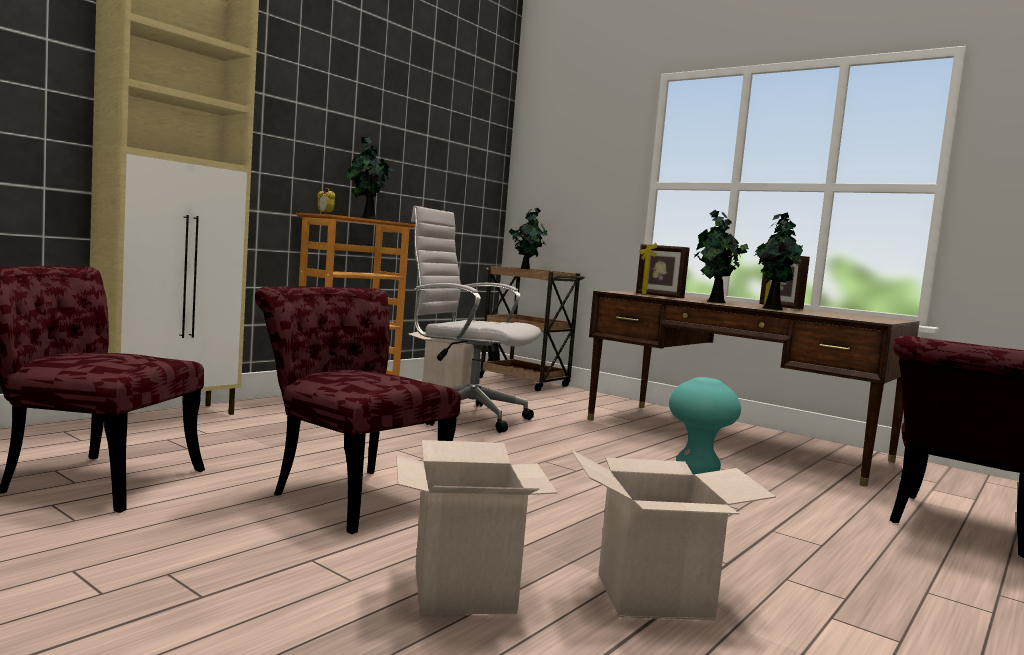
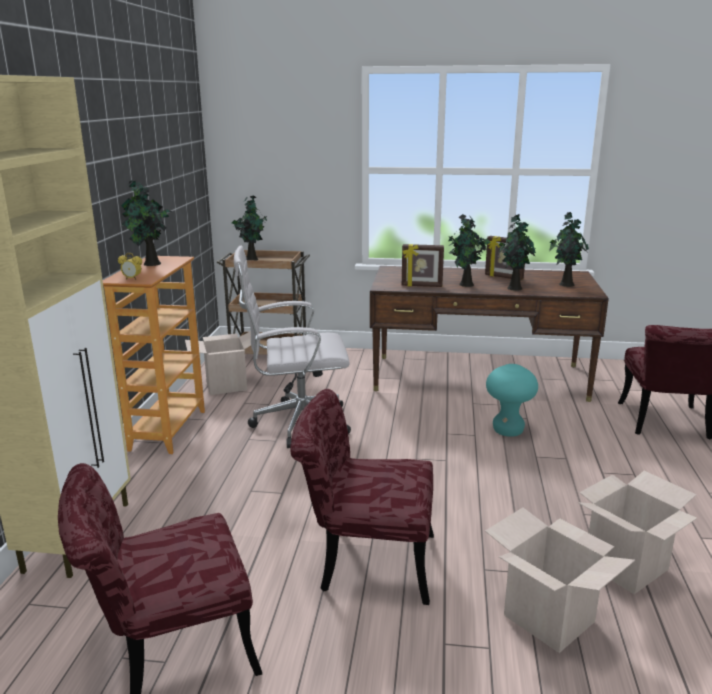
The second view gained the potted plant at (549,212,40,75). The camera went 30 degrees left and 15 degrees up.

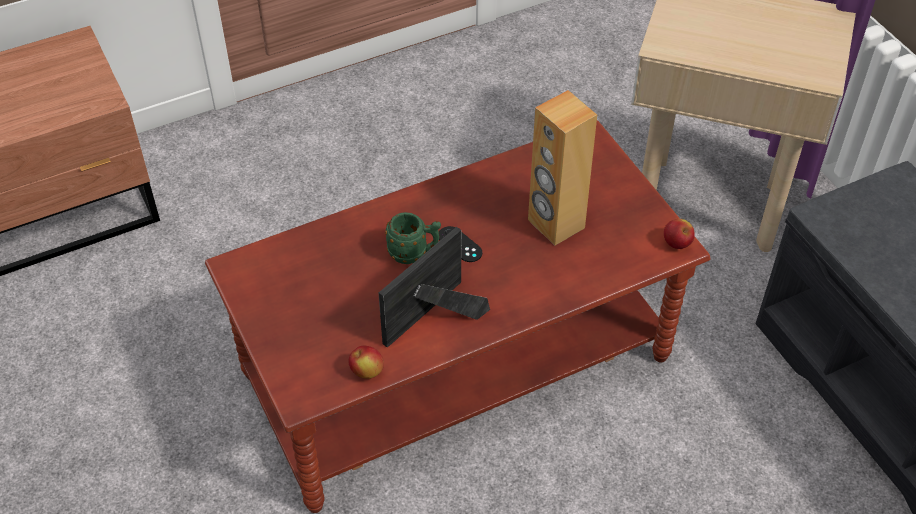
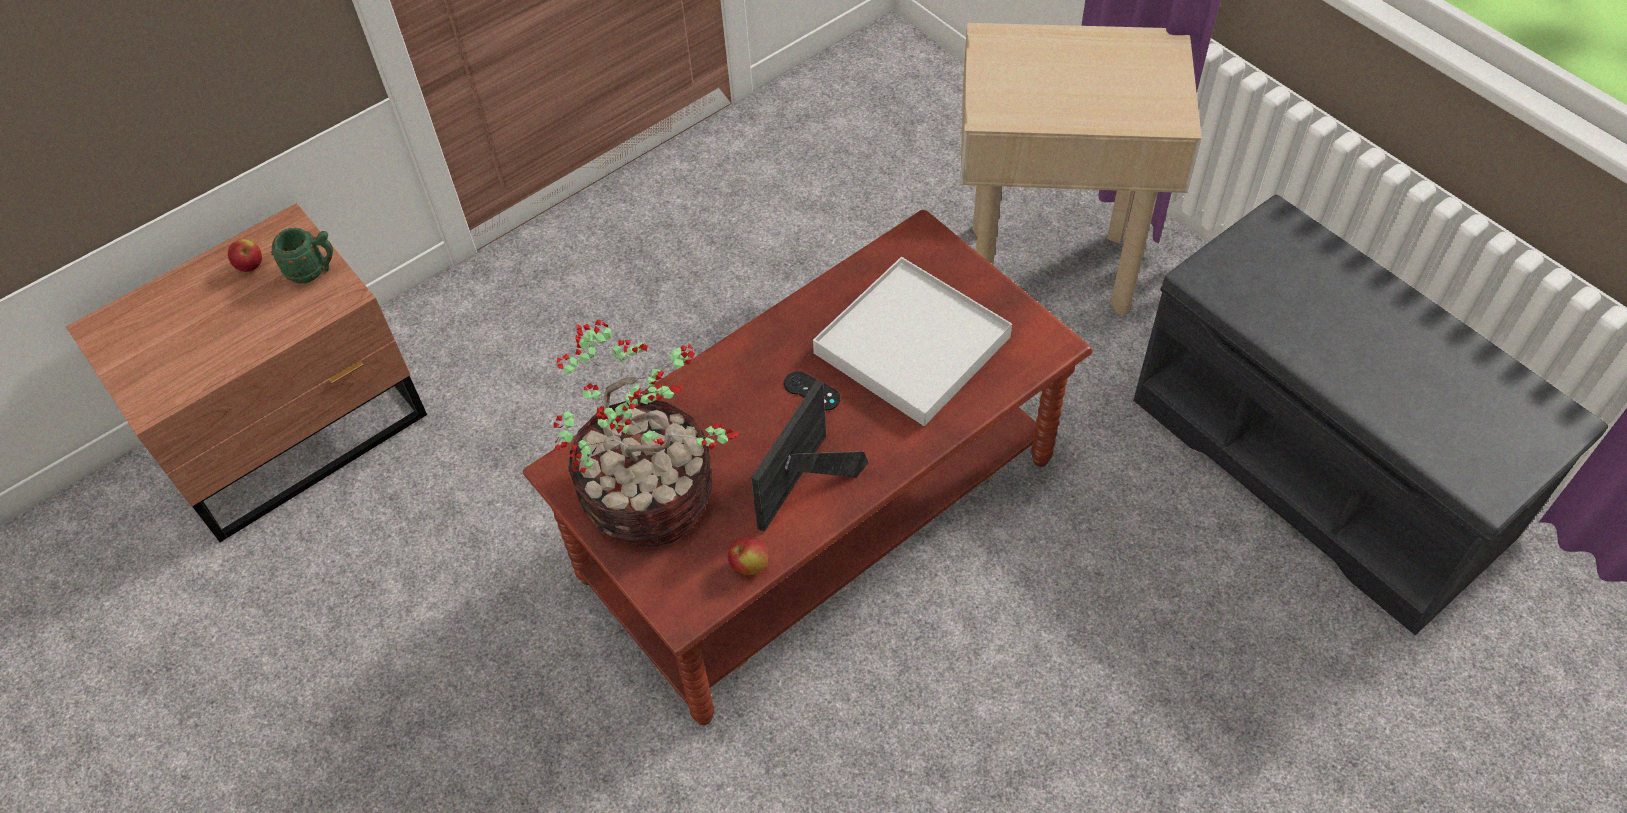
The second view gained the potted plant at (554,319,185,228). The green mug ended up elsewhere, having gone from (385,212,56,52) to (271,228,62,56). The apple ended up elsewhere, having gone from (664,219,31,30) to (228,239,34,33). Where the brown speaker stood at (528,90,69,156), the white tray came to stand at (813,257,199,169). The camera went 10 degrees left and 5 degrees up.

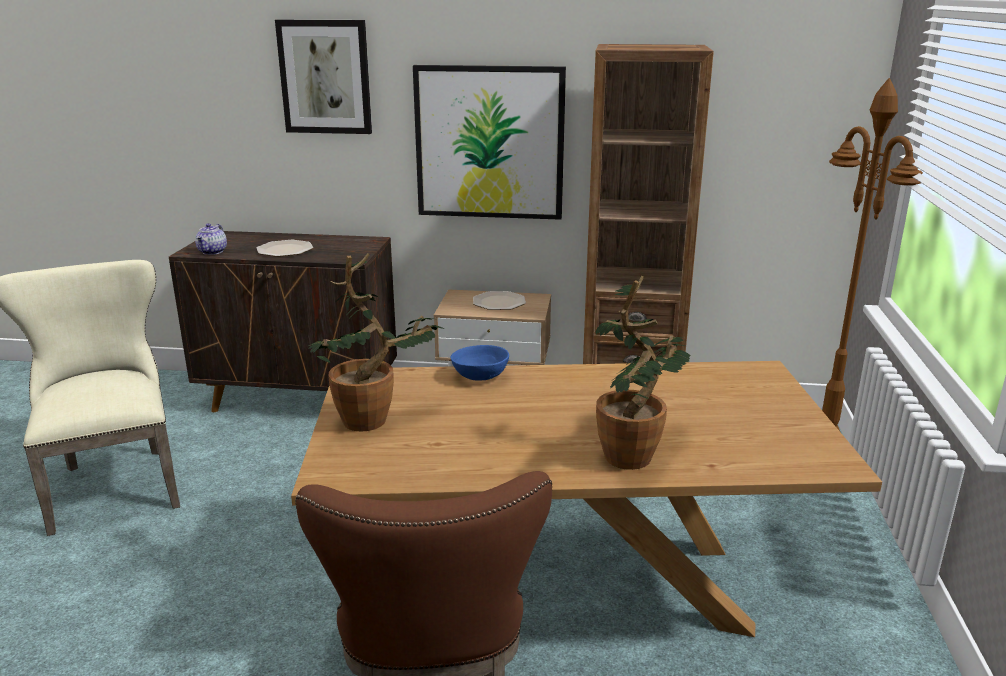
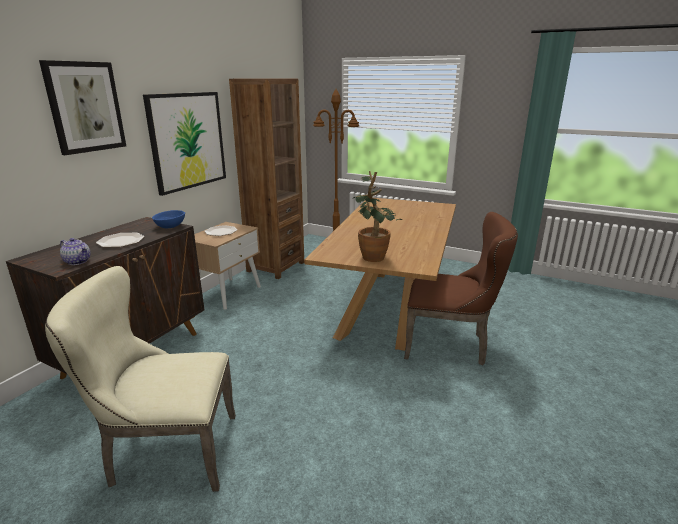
The second view lost the potted plant at (595,276,95,194). The blue bowl ended up elsewhere, having gone from (450,345,59,35) to (152,210,33,18). The camera went 70 degrees left and 0 degrees up.

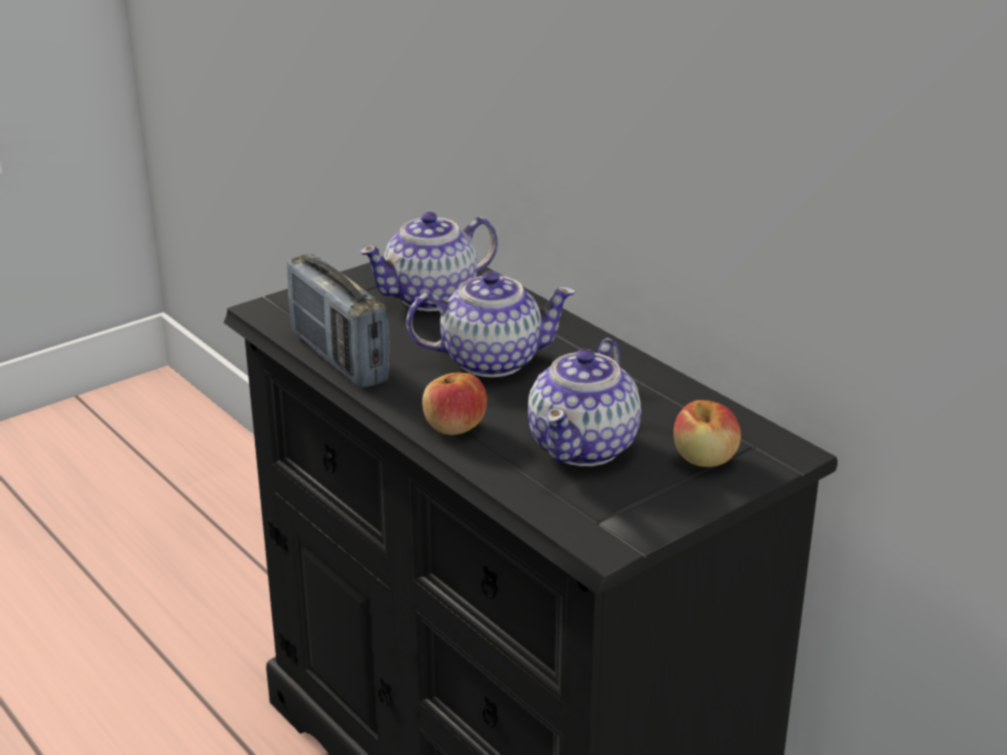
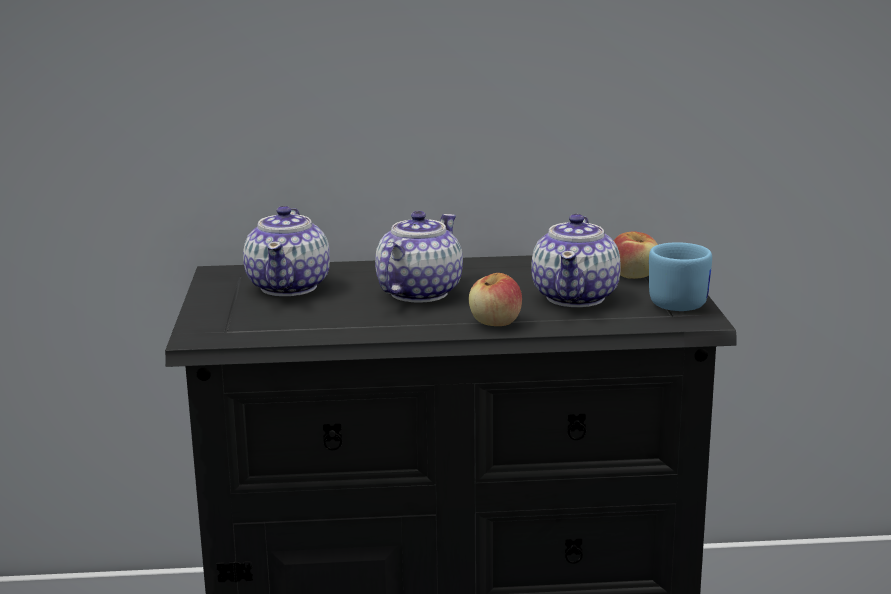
The second view lost the radio at (287,254,103,134). The second view gained the blue mug at (649,242,63,69). The teapot at (528,338,113,128) ended up facing another way, 45 degrees clockwise from before. The camera went 55 degrees left and 10 degrees down.

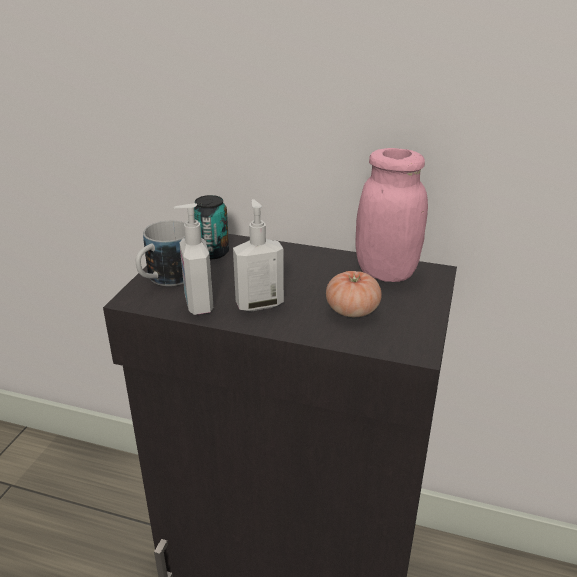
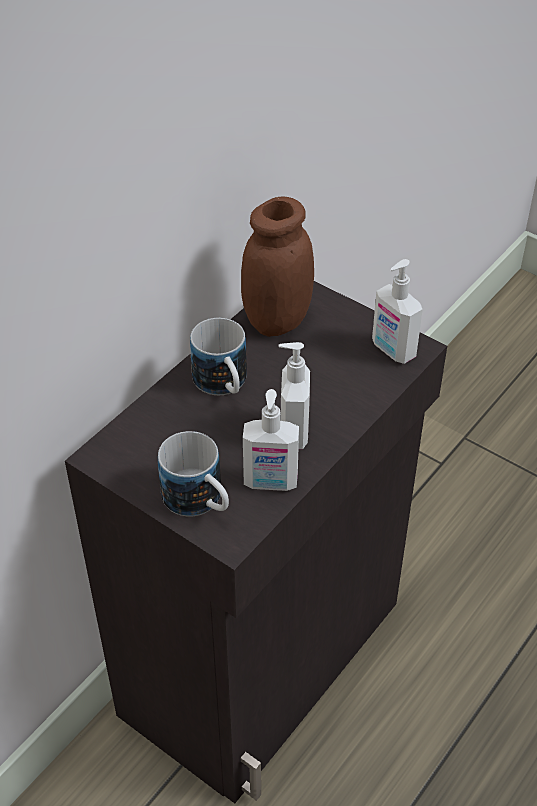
The second view lost the can at (194,195,35,64). The second view lost the tomato at (326,271,56,46). The second view gained the mug at (190,318,57,77). The second view gained the soap dispenser at (372,259,51,105). What was the pink jar at (356,148,72,134) turned into the brown jar at (241,197,73,140). The camera went 70 degrees left and 15 degrees up.

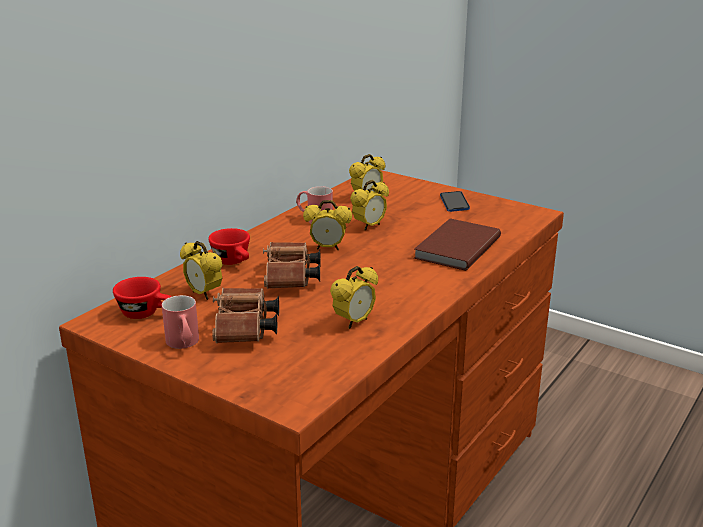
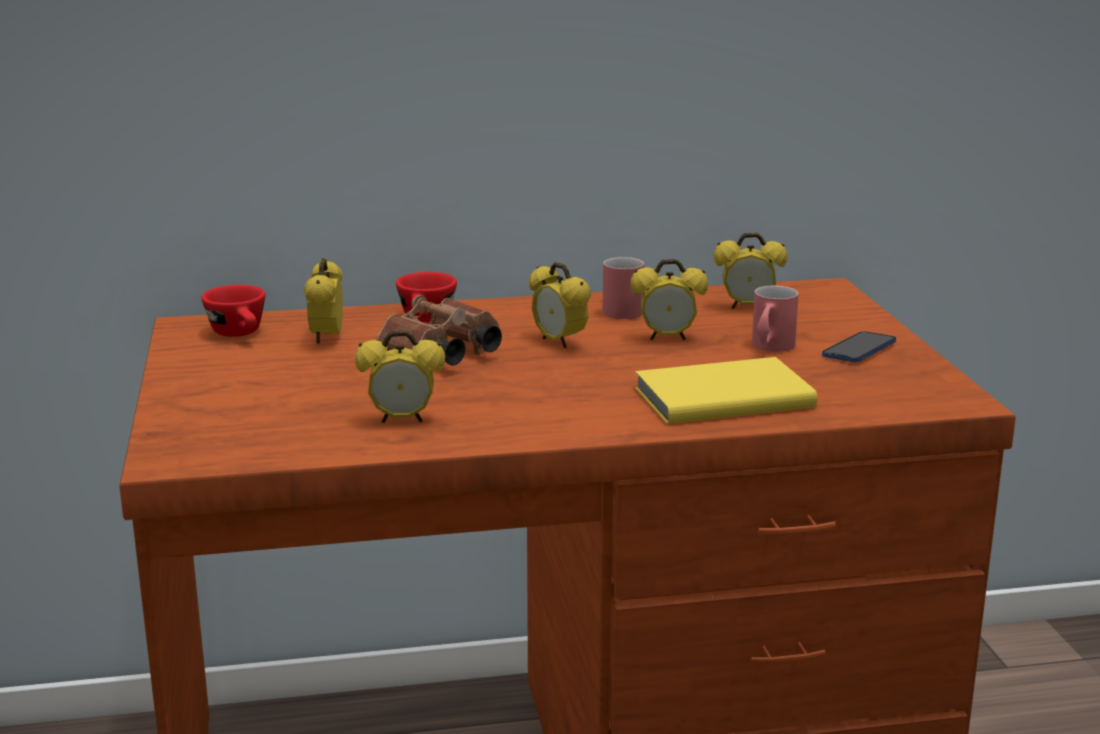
The second view lost the brown binoculars at (212,288,67,55). The red mug ended up elsewhere, having gone from (162,295,37,54) to (752,286,47,66). What was the brown book at (414,218,87,53) turned into the yellow book at (635,357,182,67). The camera went 45 degrees right and 5 degrees down.

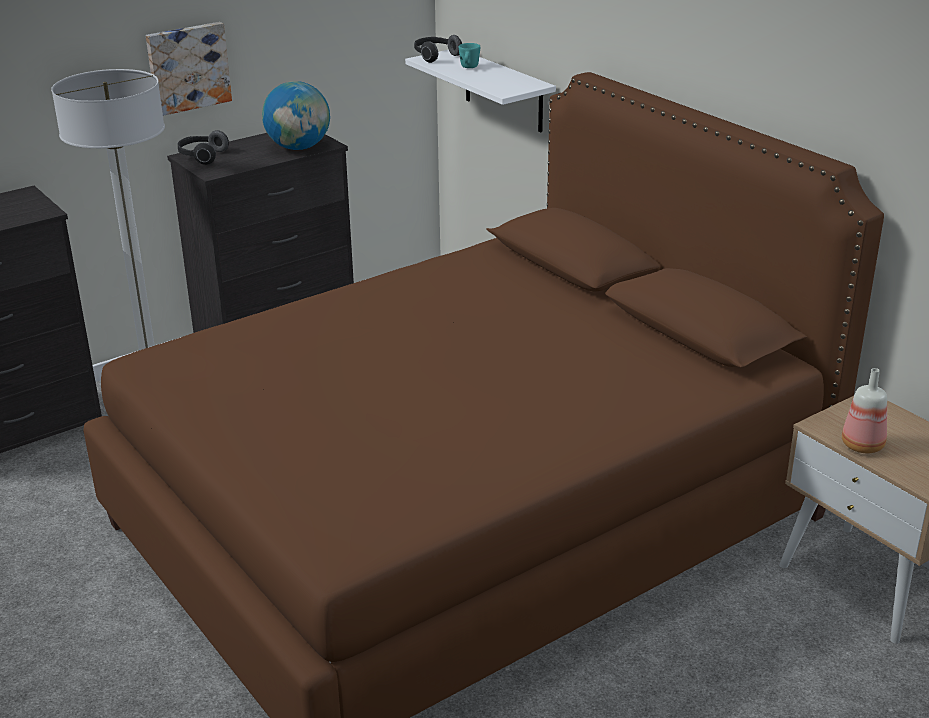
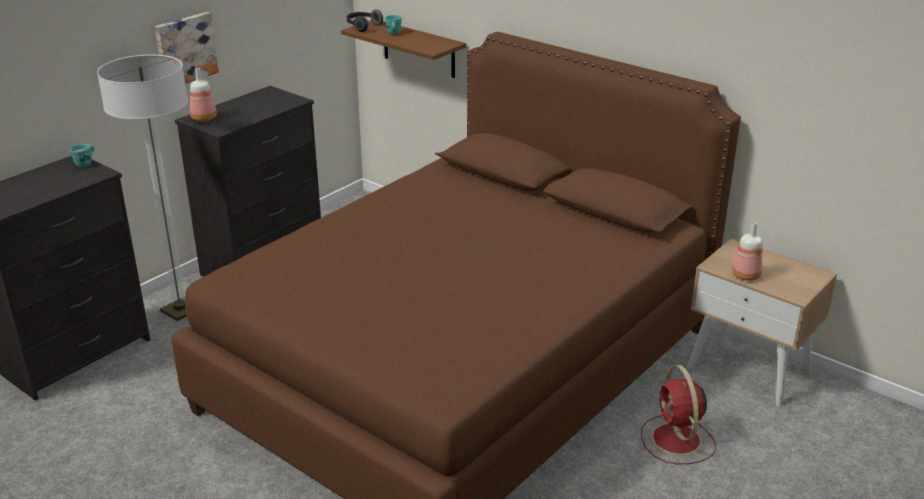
The second view lost the globe at (262,81,68,69). The second view gained the turquoise mug at (70,144,24,23). The second view gained the red fan at (641,365,75,99). Where the headphones stood at (178,130,51,35), the bottle came to stand at (190,68,27,54). What was the white shelf at (405,50,151,82) turned into the brown shelf at (341,20,125,58). The camera went 15 degrees left and 0 degrees up.

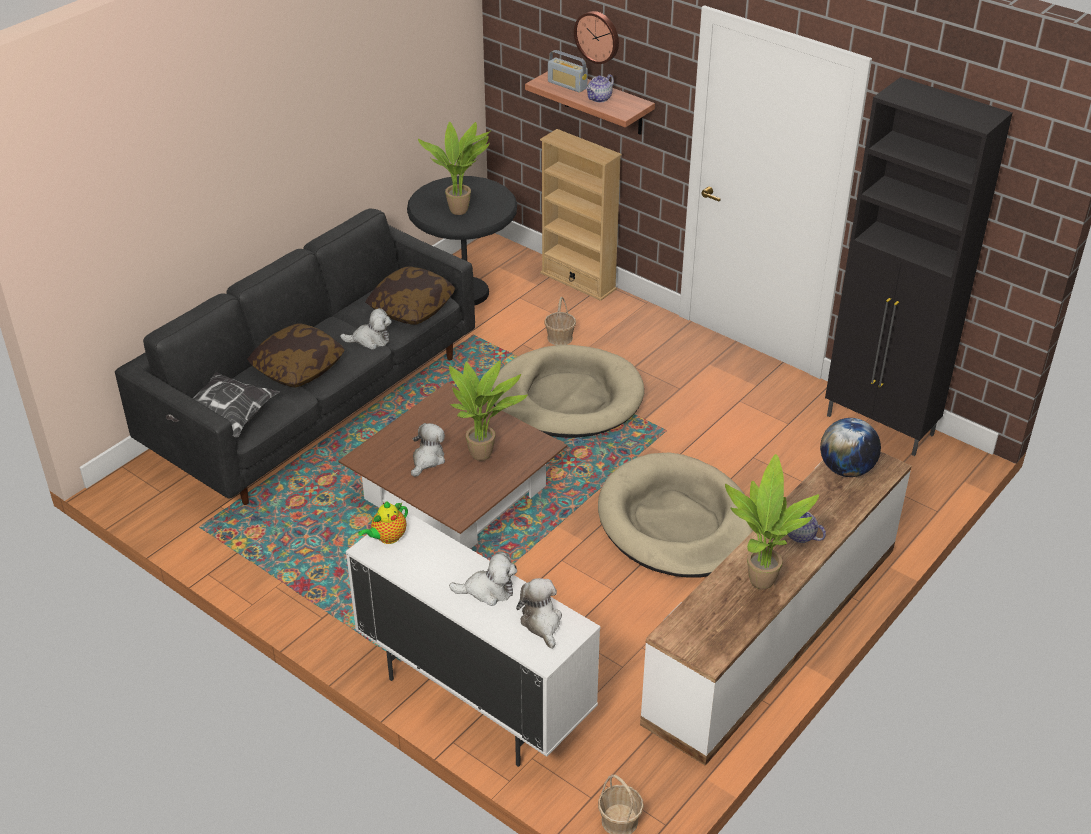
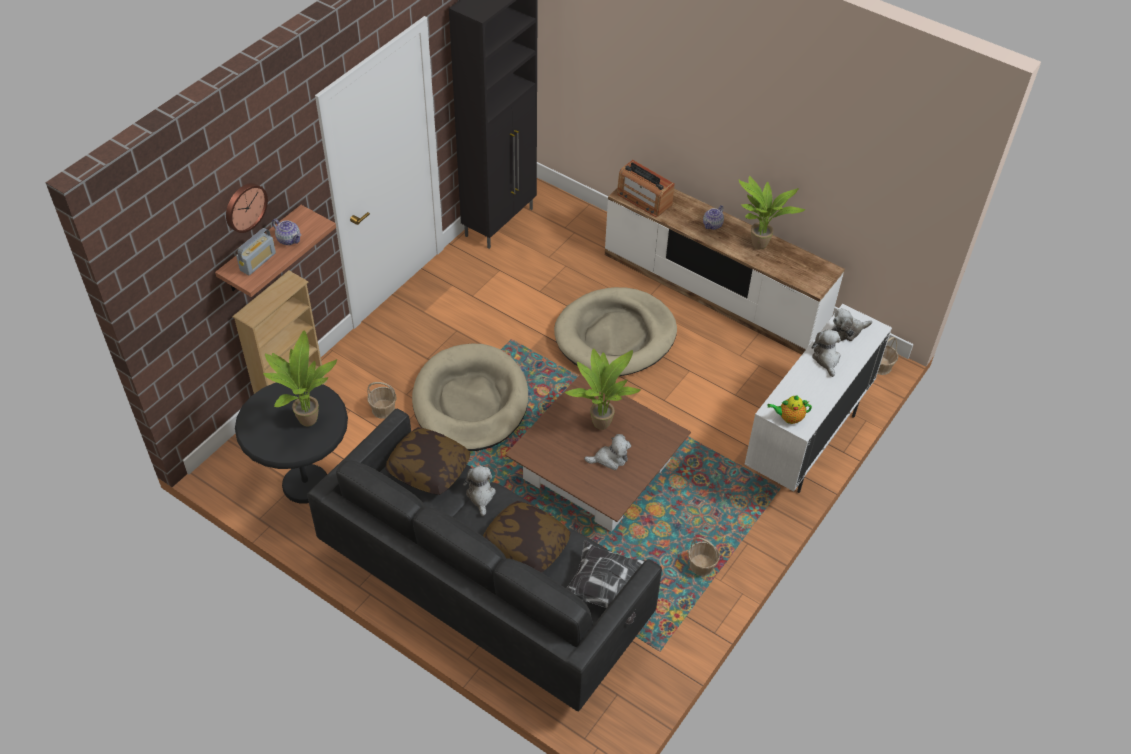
The second view gained the basket at (688,537,32,39). Where the globe stood at (820,418,61,59), the radio came to stand at (617,160,58,57). The teapot at (358,501,50,43) ended up facing another way, 135 degrees clockwise from before. The plush toy at (411,423,34,54) ended up facing another way, 150 degrees clockwise from before. The camera went 95 degrees left and 10 degrees up.

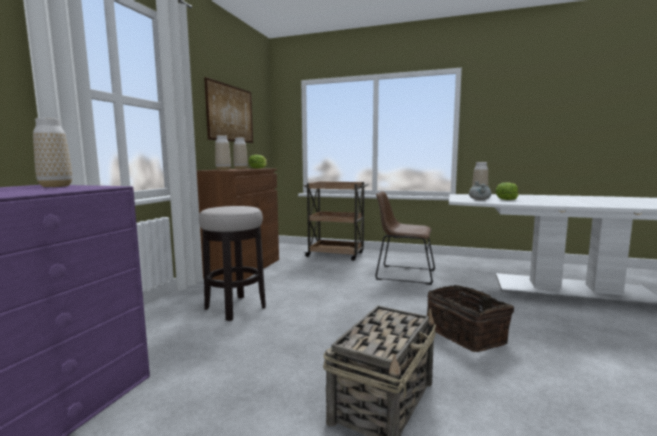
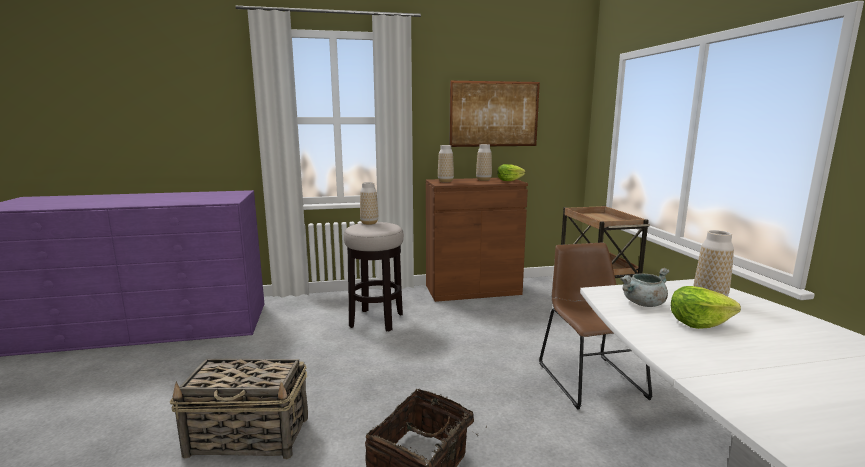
The vase ended up elsewhere, having gone from (33,118,40,69) to (360,182,18,43). The camera went 60 degrees right and 5 degrees up.

